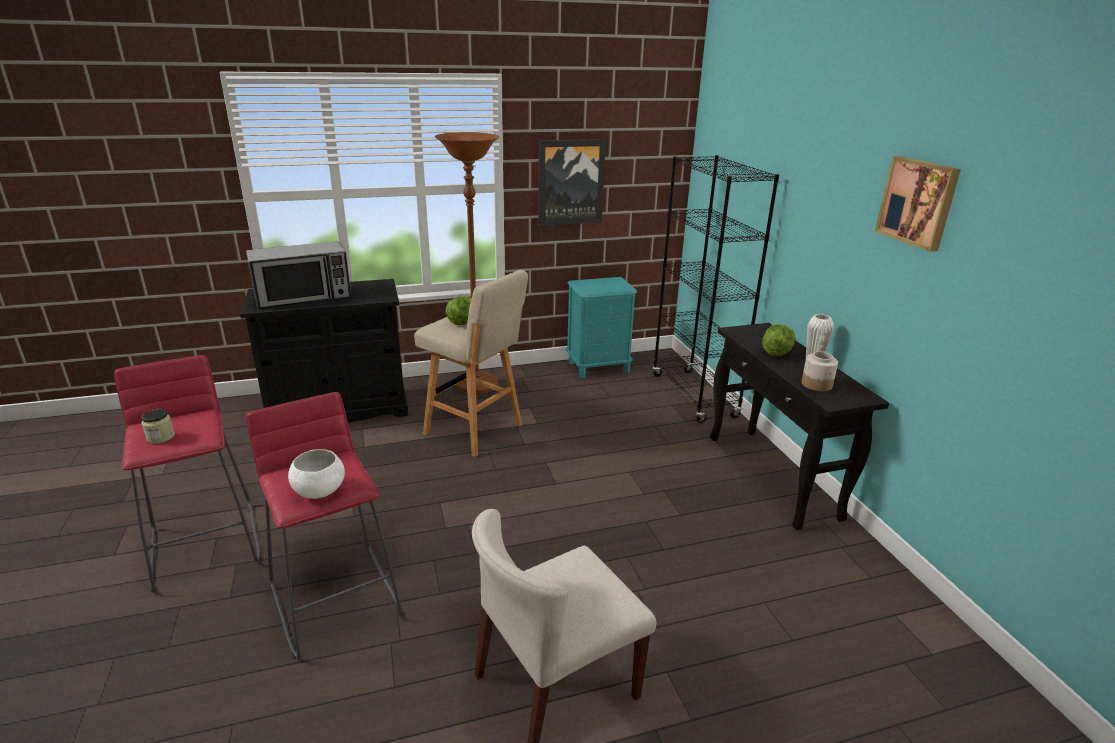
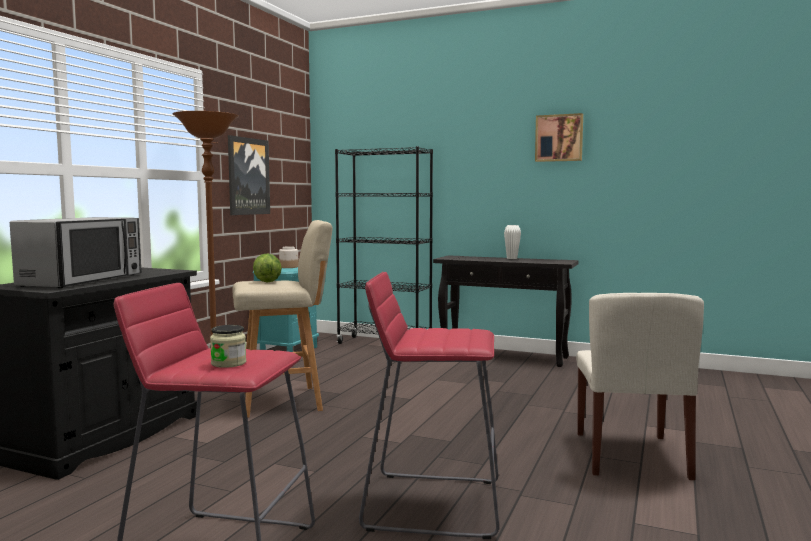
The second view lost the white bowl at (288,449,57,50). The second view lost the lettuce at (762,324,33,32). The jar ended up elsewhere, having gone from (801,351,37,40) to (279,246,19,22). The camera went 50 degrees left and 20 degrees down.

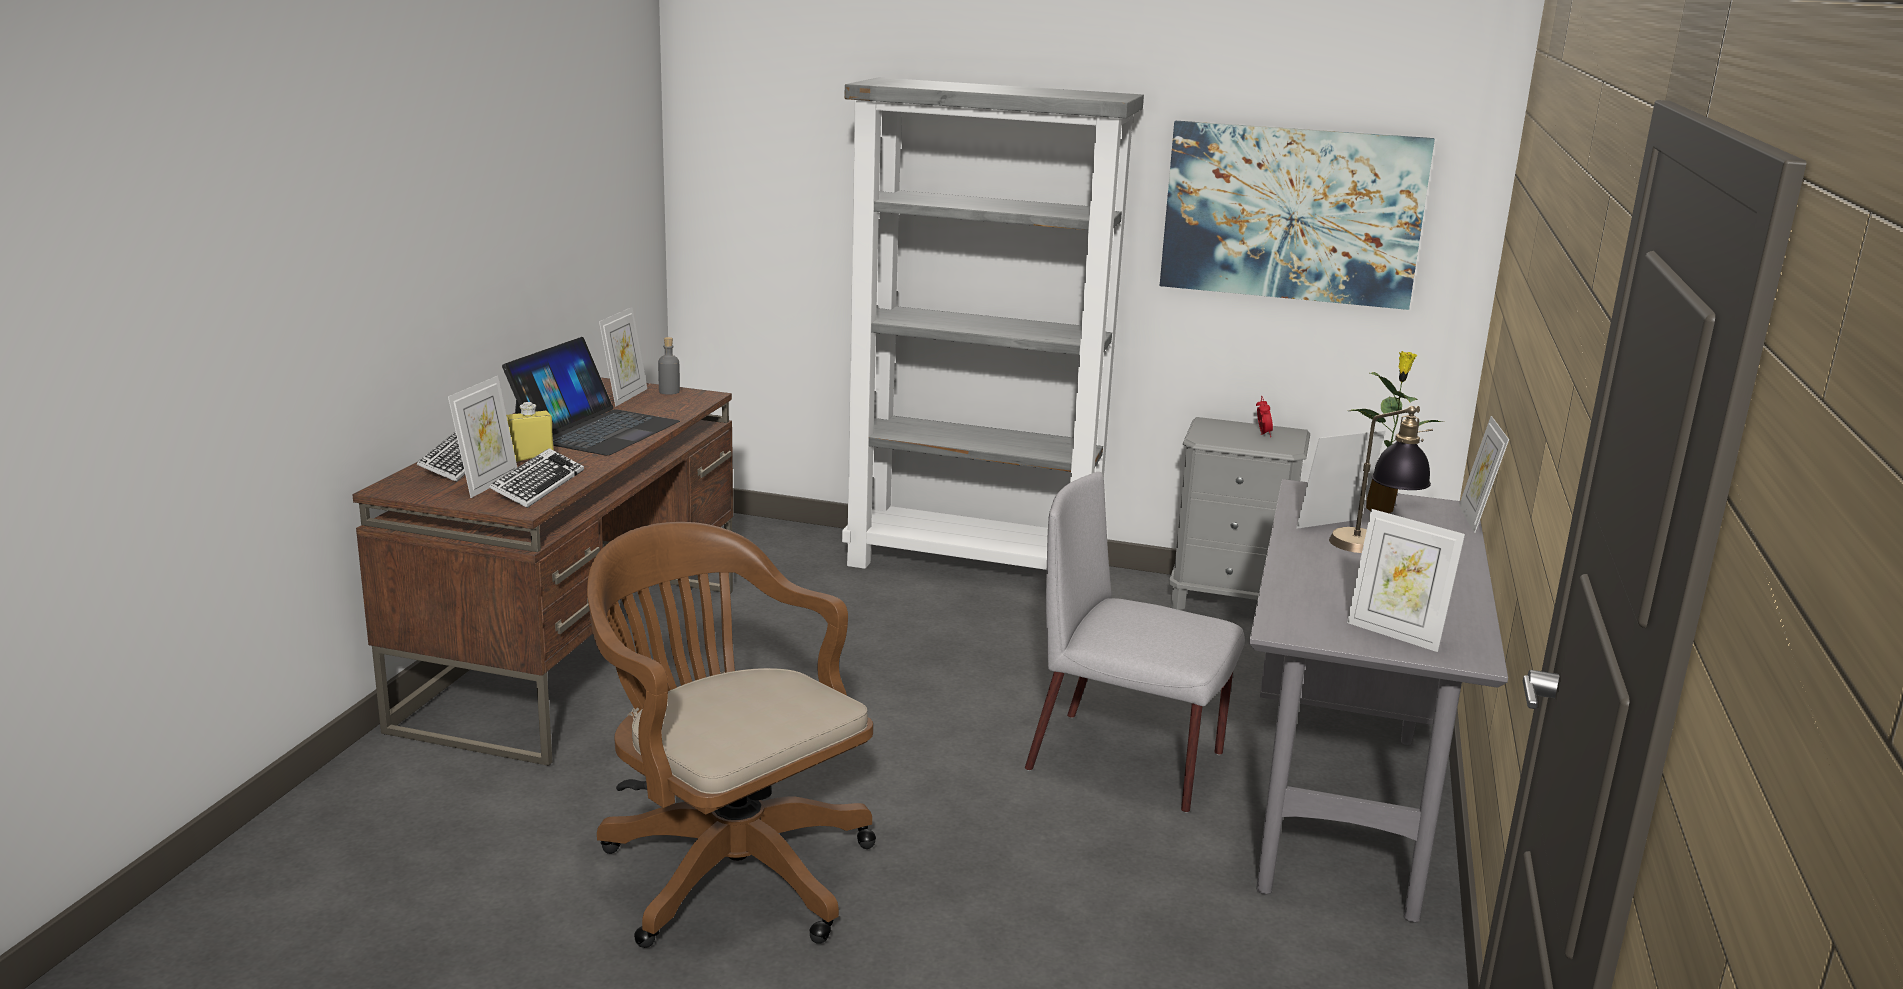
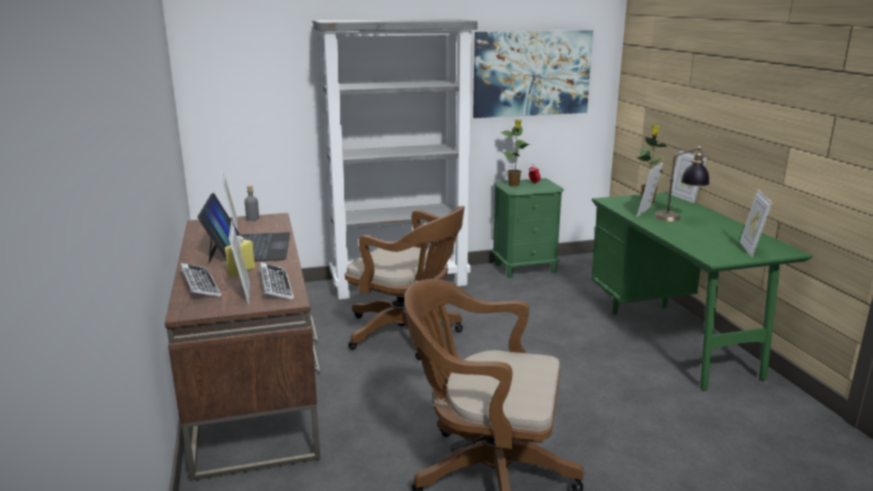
The second view lost the grey chair at (1025,472,220,341). The second view gained the brown office chair at (345,206,120,154). The second view gained the potted plant at (500,119,31,67). What was the grey nightstand at (1169,417,141,193) turned into the green nightstand at (492,178,72,100). What was the grey desk at (1249,479,259,444) turned into the green desk at (591,192,222,198). The picture frame at (1347,509,118,143) ended up facing another way, 90 degrees clockwise from before. The camera went 30 degrees left and 0 degrees up.

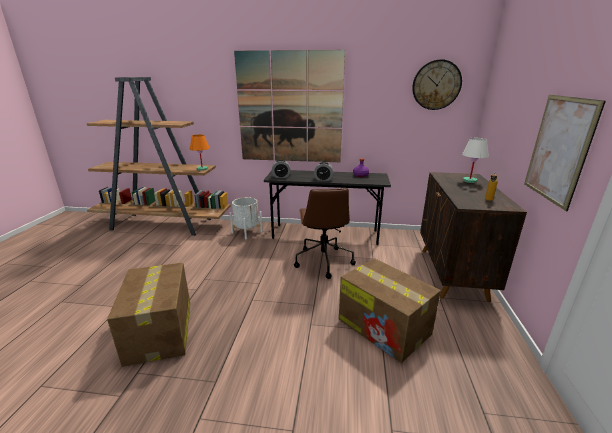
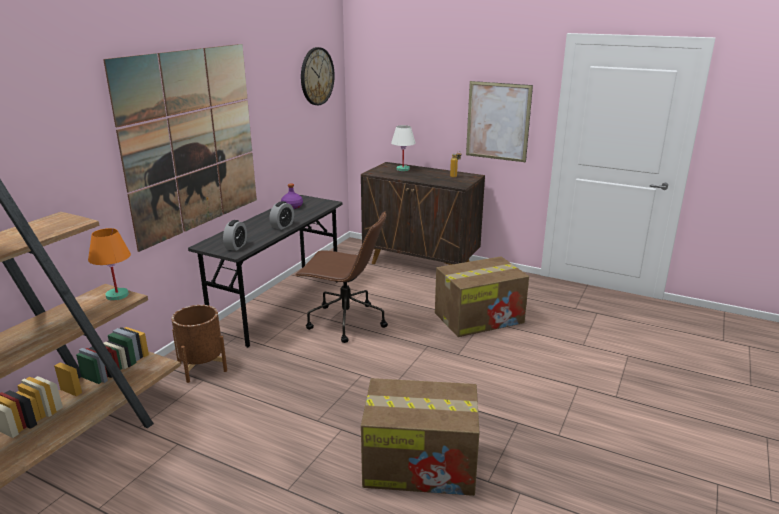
What was the white planter at (230,197,33,43) turned into the brown planter at (171,305,56,78). The camera went 70 degrees left and 0 degrees up.

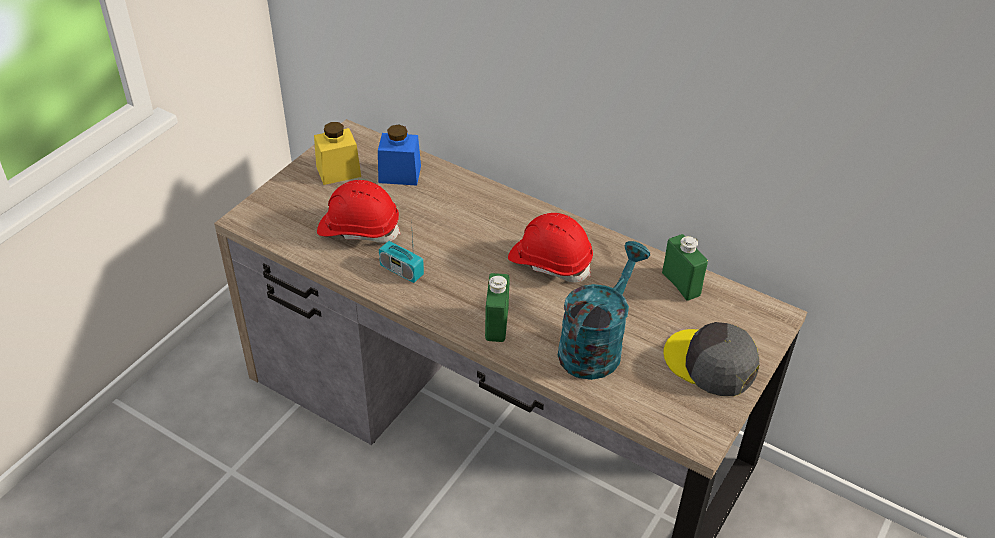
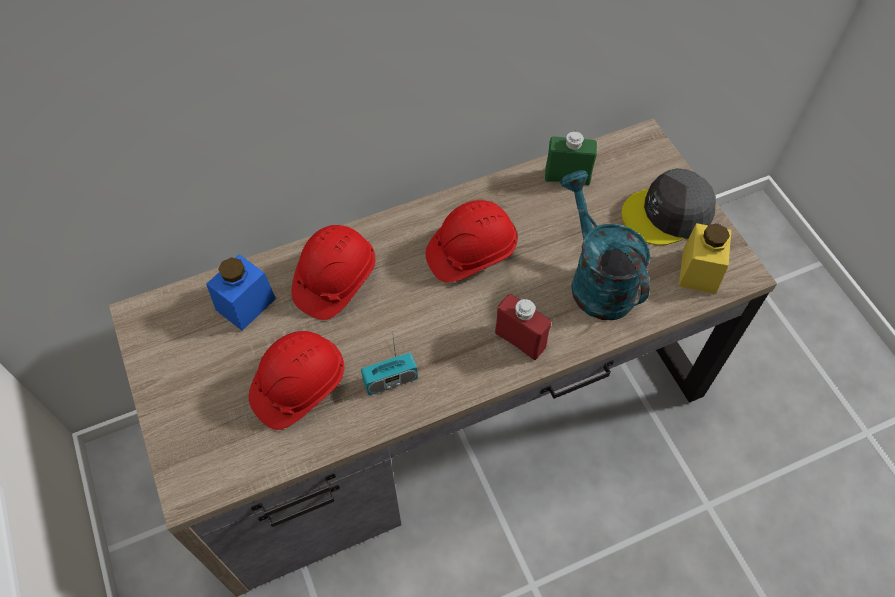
The second view gained the red hard hat at (291,225,84,95). The yellow jar ended up elsewhere, having gone from (314,122,47,63) to (679,223,52,71). What was the green bottle at (485,273,25,69) turned into the red bottle at (495,294,56,66). The camera went 55 degrees left and 15 degrees up.

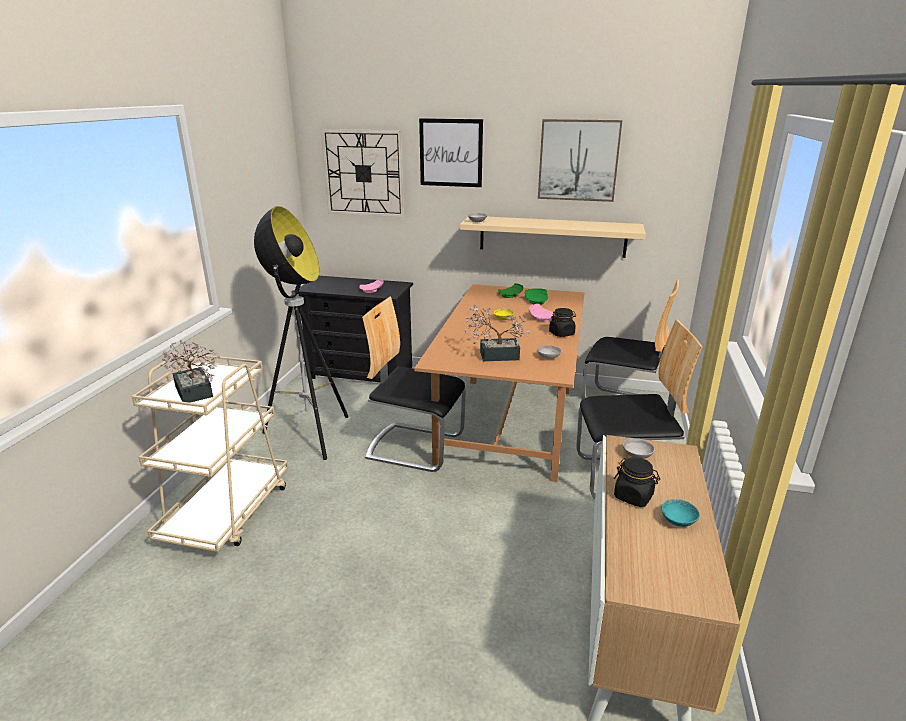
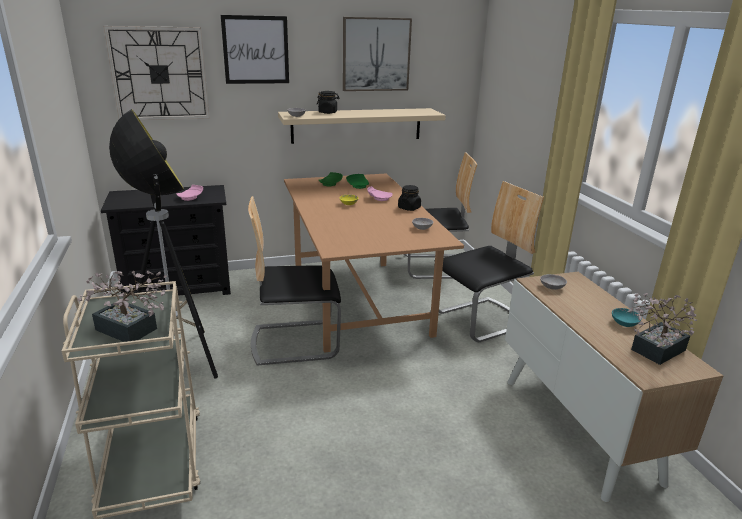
The potted plant ended up elsewhere, having gone from (465,304,65,57) to (628,293,69,72). The black jar ended up elsewhere, having gone from (614,457,46,50) to (317,91,22,23). The camera went 30 degrees left and 0 degrees up.

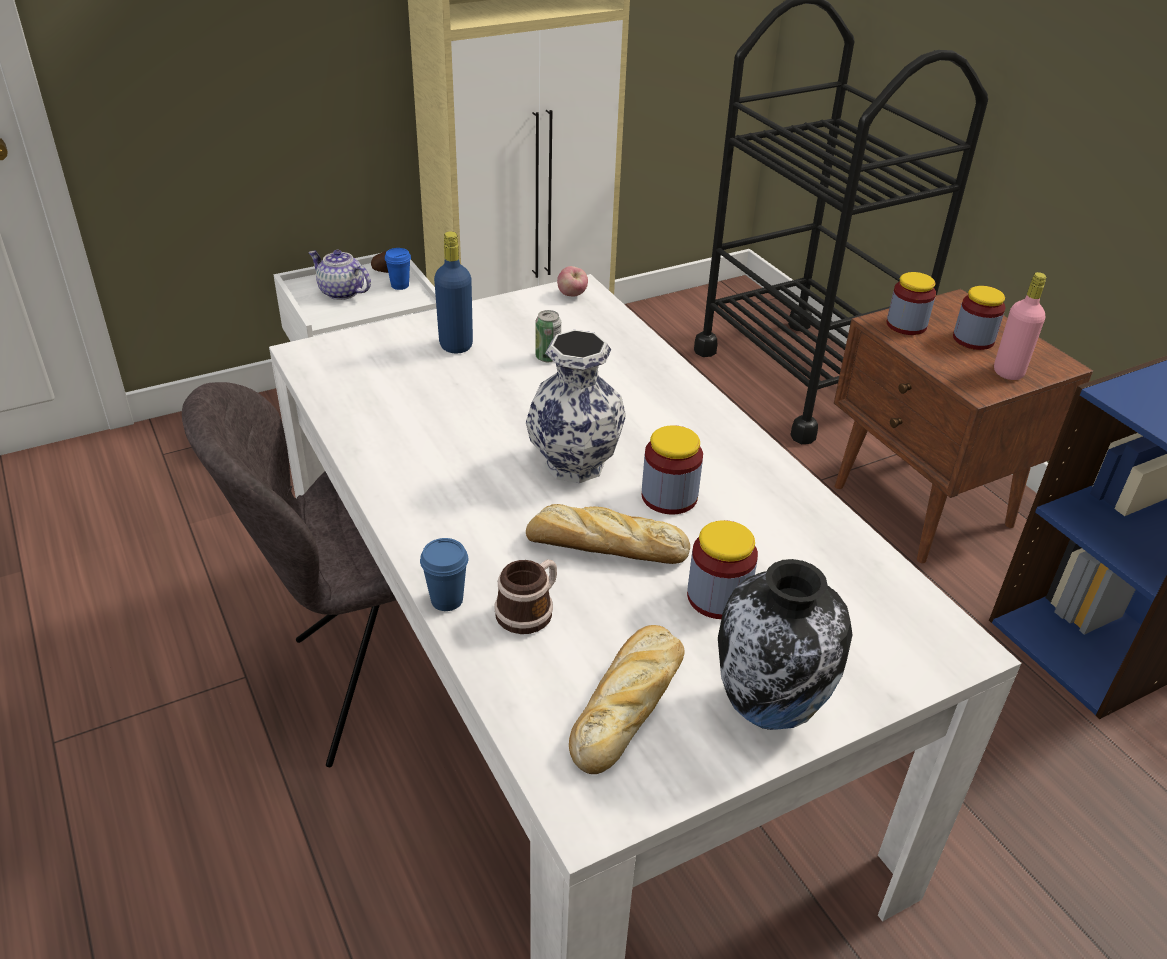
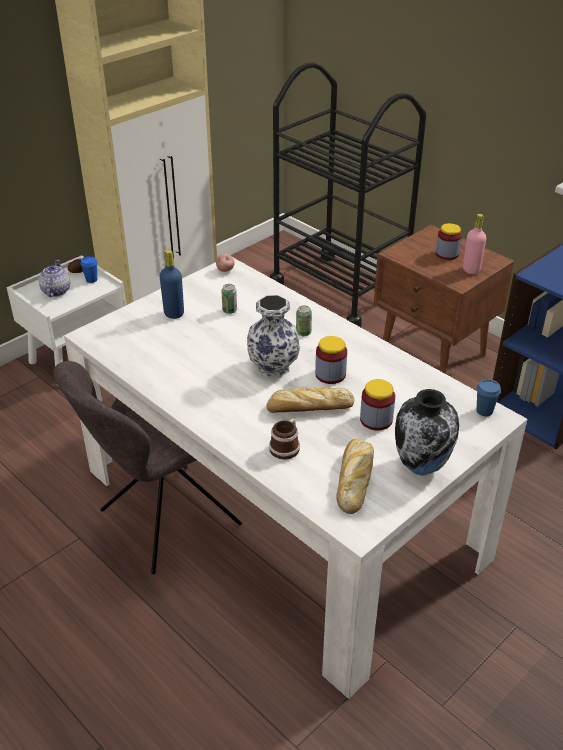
The second view lost the jar at (887,272,49,63). The second view gained the can at (296,305,16,31). The blue cup ended up elsewhere, having gone from (420,538,48,73) to (477,379,24,37). The teapot at (308,250,63,50) ended up facing another way, 75 degrees clockwise from before. The camera went 15 degrees left and 0 degrees up.

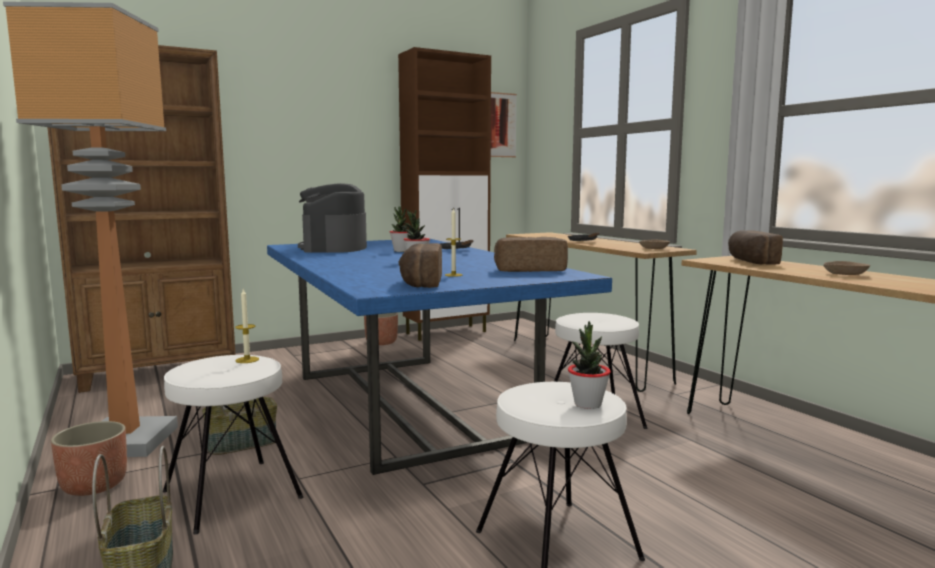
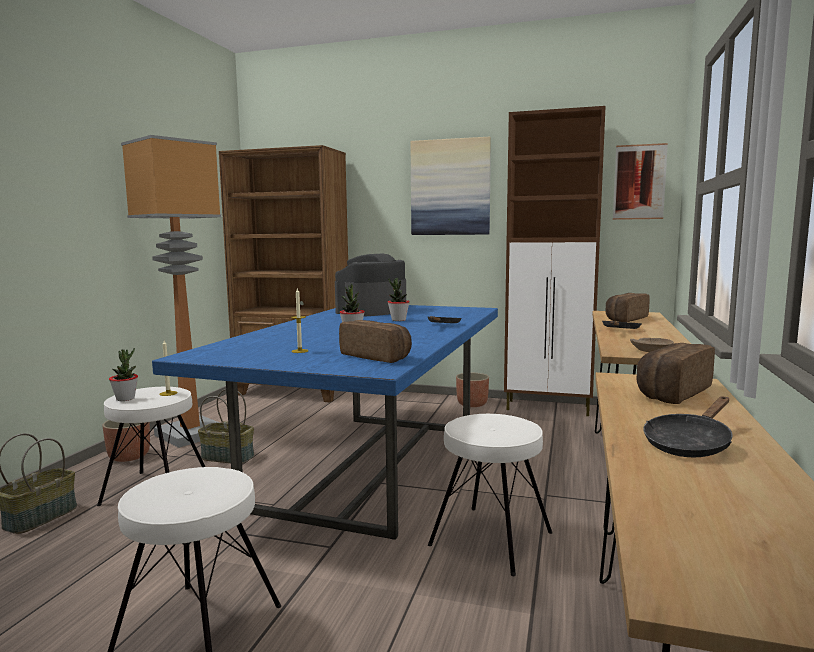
The second view gained the picture at (411,137,80,98). The bread ended up elsewhere, having gone from (398,243,44,45) to (605,293,45,29). The potted plant ended up elsewhere, having gone from (568,321,43,88) to (109,348,29,53). Where the beige bowl stood at (823,261,47,14), the black frying pan came to stand at (643,397,90,60). The camera went 45 degrees right and 0 degrees up.

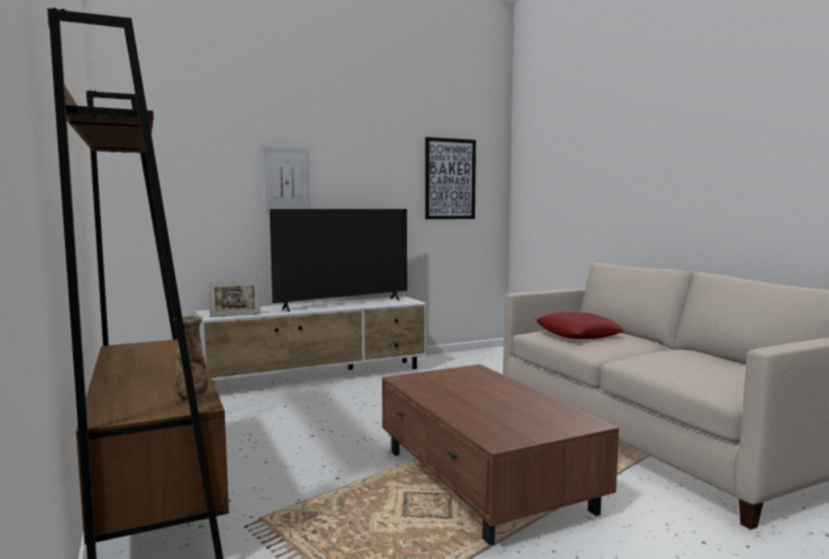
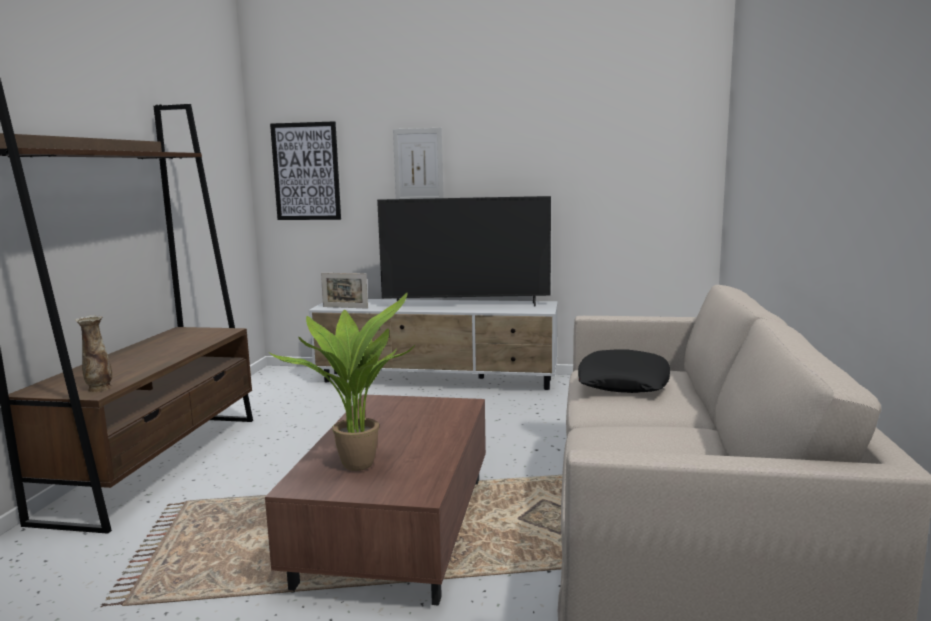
The second view gained the potted plant at (269,293,147,178). The picture ended up elsewhere, having gone from (425,137,51,82) to (270,121,71,99). What was the red pillow at (536,312,89,27) turned into the black pillow at (578,349,92,44). The camera went 35 degrees right and 5 degrees up.

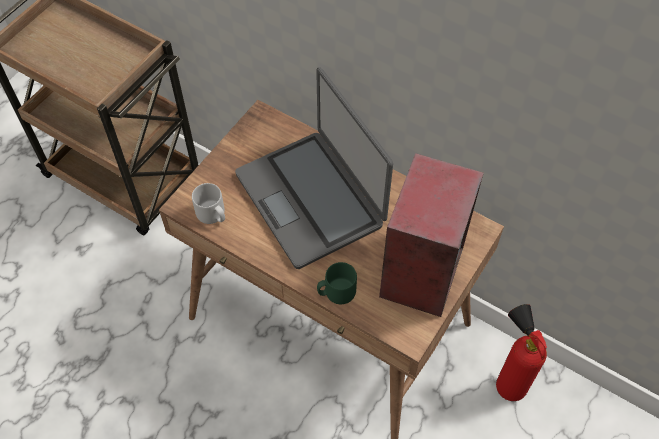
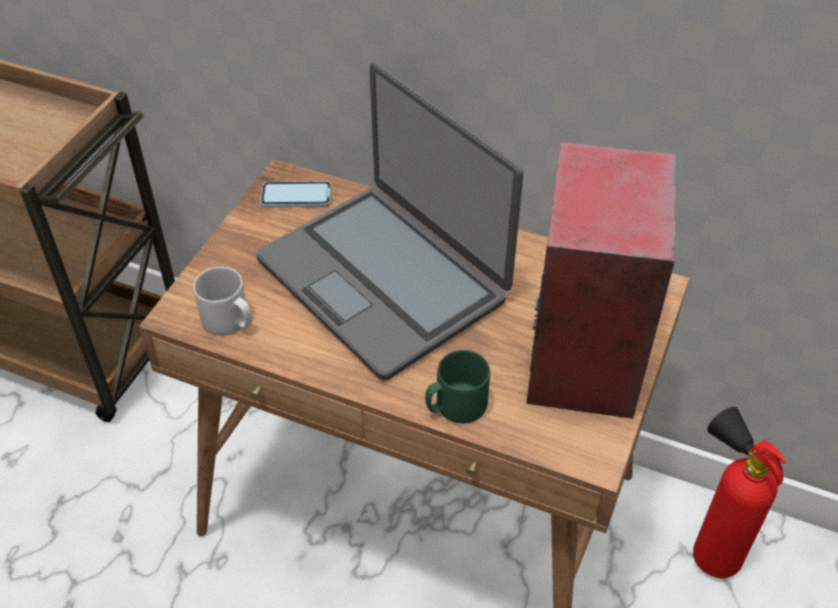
The second view gained the phone at (260,181,72,26). The camera went 10 degrees left and 10 degrees down.

